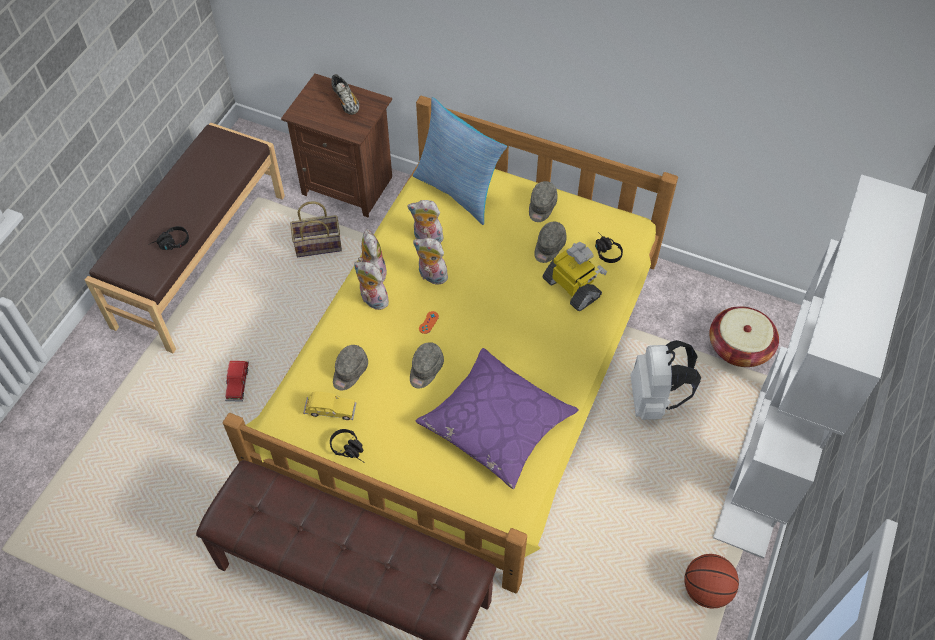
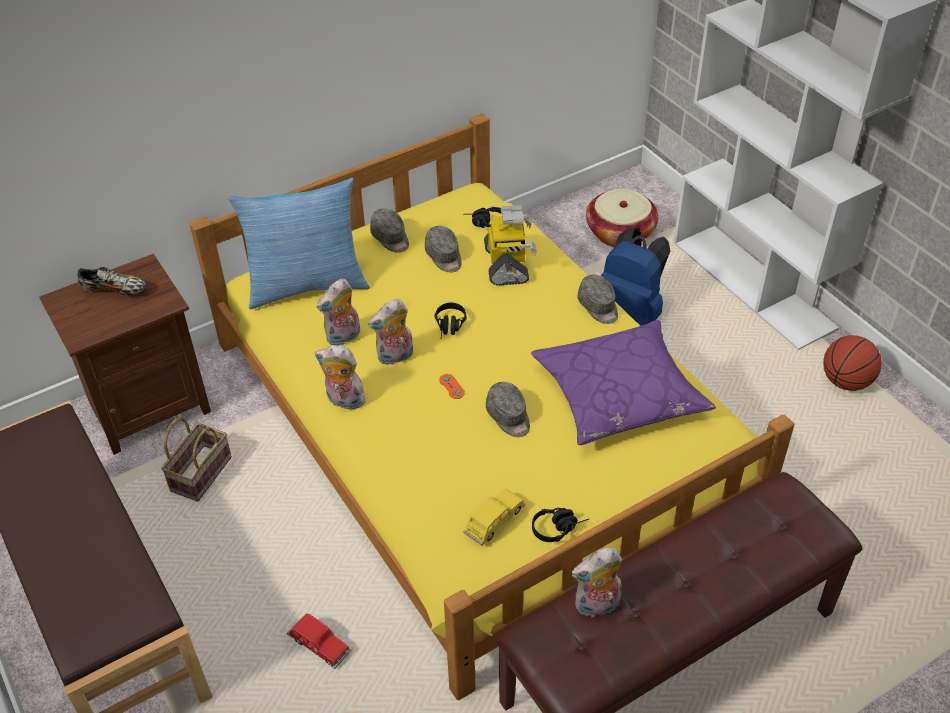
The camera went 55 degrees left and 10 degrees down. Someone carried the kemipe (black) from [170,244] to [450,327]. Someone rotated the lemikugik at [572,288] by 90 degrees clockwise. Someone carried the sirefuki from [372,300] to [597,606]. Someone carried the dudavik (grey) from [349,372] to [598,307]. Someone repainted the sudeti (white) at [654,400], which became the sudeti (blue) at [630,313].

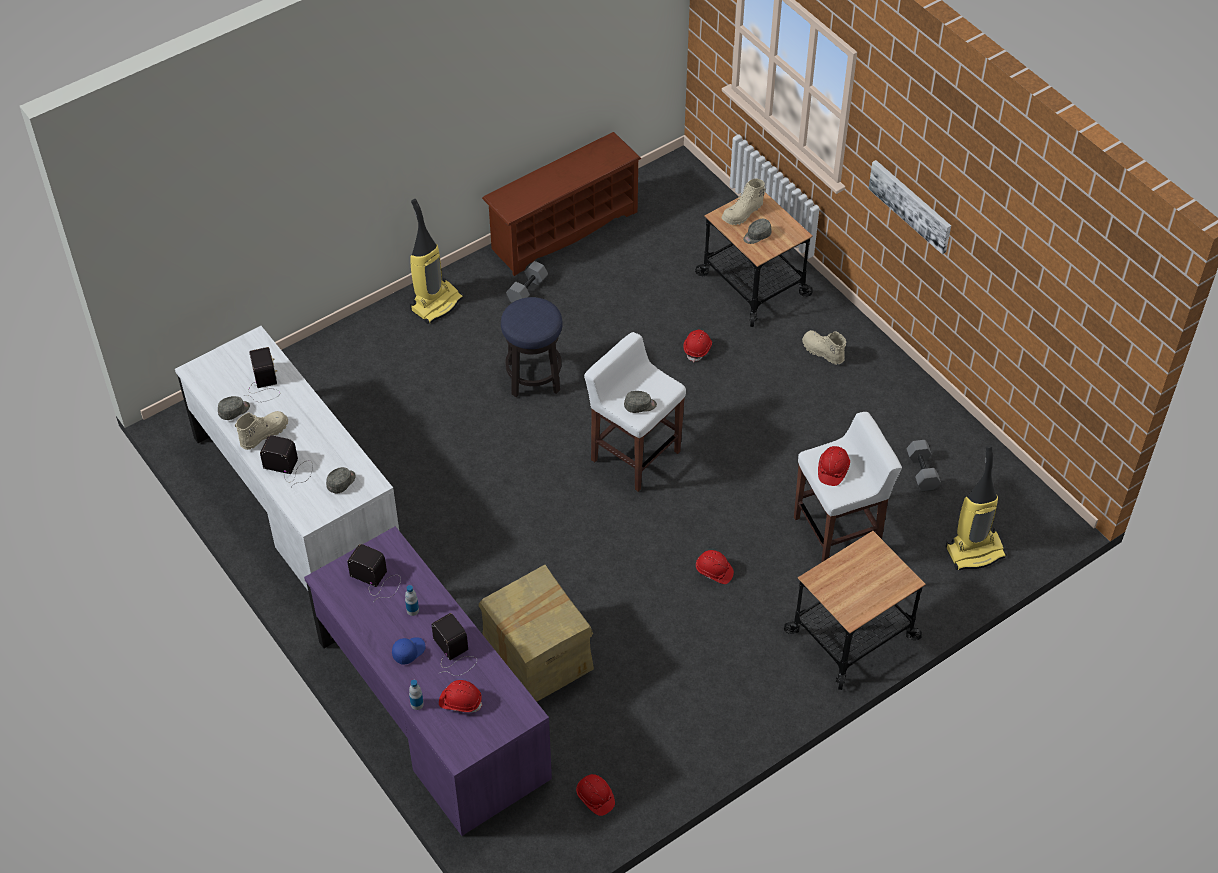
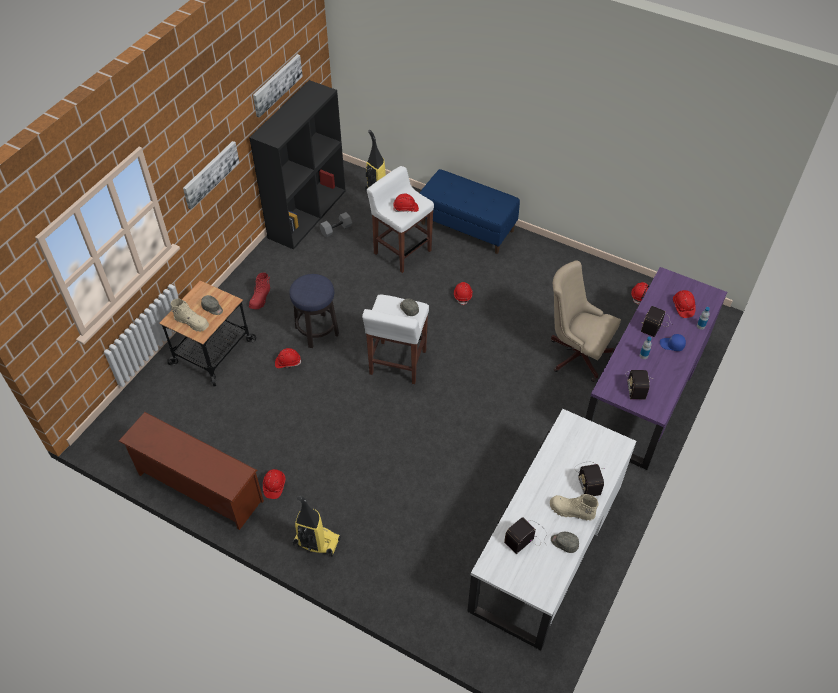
The camera went 115 degrees left and 0 degrees up. Someone put down the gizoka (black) at [307,213]. Someone repainted the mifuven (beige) at [822,352], which became the mifuven (red) at [260,298]. Someone put up the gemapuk at [277,84]. Someone swapped the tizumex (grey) at [527,289] for the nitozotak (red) at [274,486]. Someone carried the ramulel from [534,377] to [317,331]. Someone swapped the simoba at [852,636] for the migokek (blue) at [467,227]. Someone swapped the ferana at [538,658] for the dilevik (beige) at [576,353]. Someone took away the dudavik (grey) at [341,482].

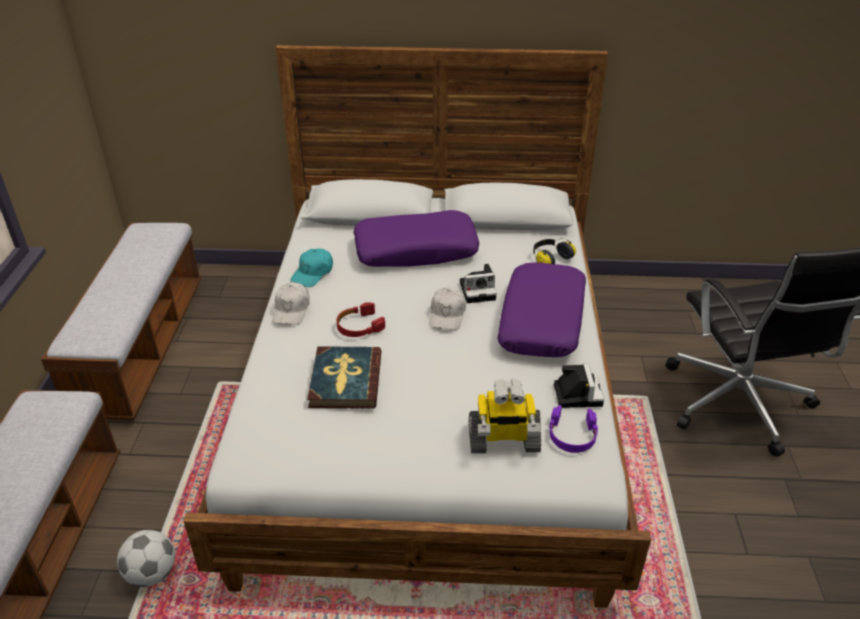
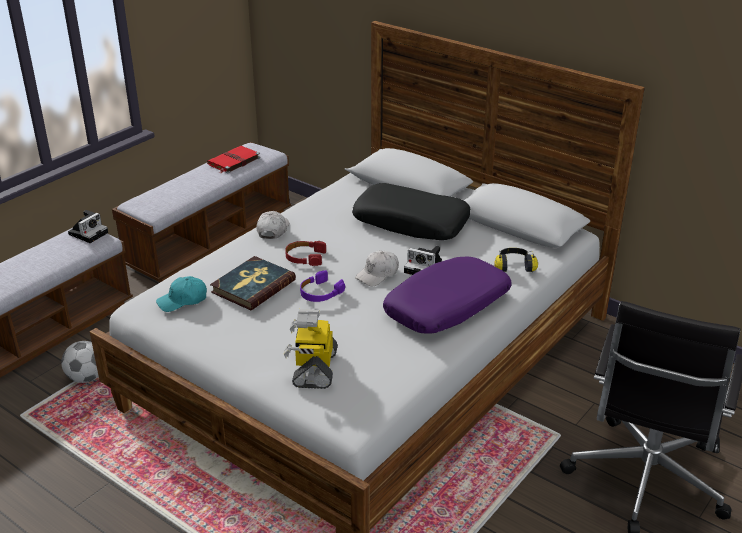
The camera went 35 degrees right and 5 degrees down. Someone carried the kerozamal from [576,393] to [89,233]. Someone carried the dudavik (turquoise) from [313,273] to [183,300]. Someone put down the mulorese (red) at [233,161]. Someone rotated the dudavik (white) at [291,310] by 150 degrees clockwise. Someone rotated the lemikugik at [503,440] by 60 degrees clockwise. Someone carried the kemipe (purple) from [572,435] to [320,293]. Someone repainted the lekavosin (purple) at [416,250], which became the lekavosin (black) at [411,222].

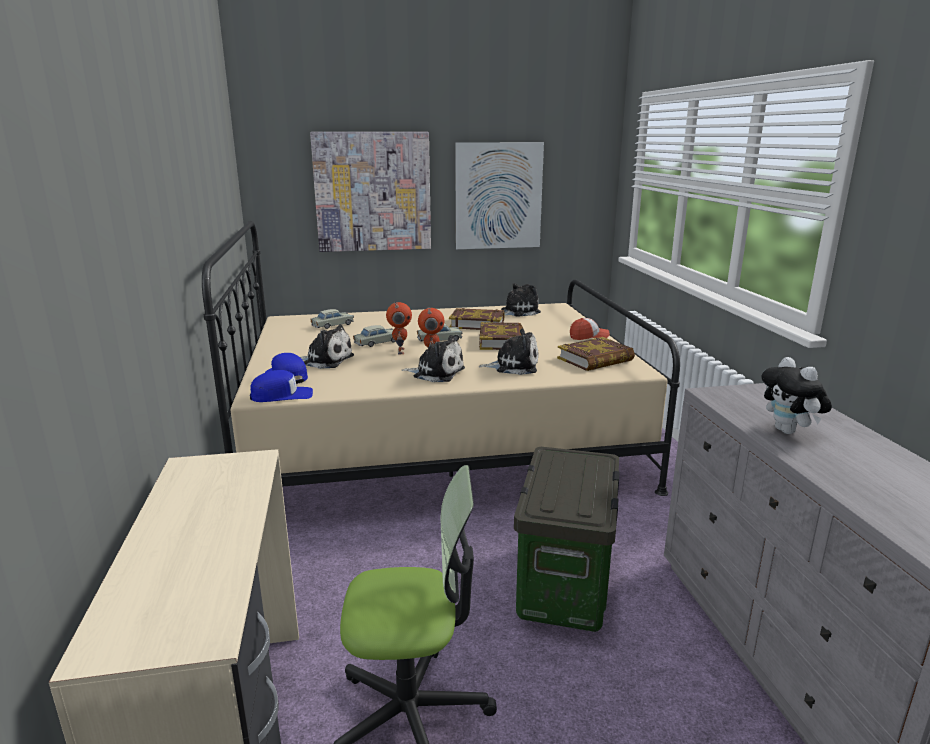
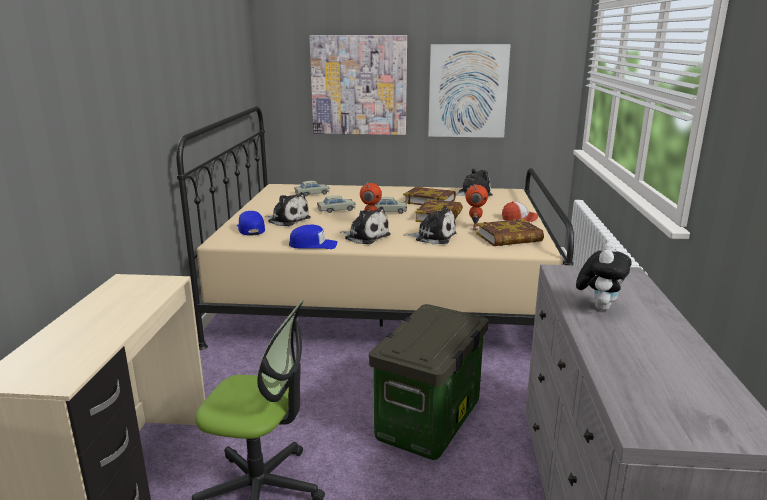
The camera went 15 degrees right and 0 degrees up. Someone carried the dudavik (blue) from [282,395] to [313,245]. Someone carried the lemikugik from [400,351] to [474,227]. Someone rotated the sirefuki at [789,431] by 150 degrees counterclockwise.

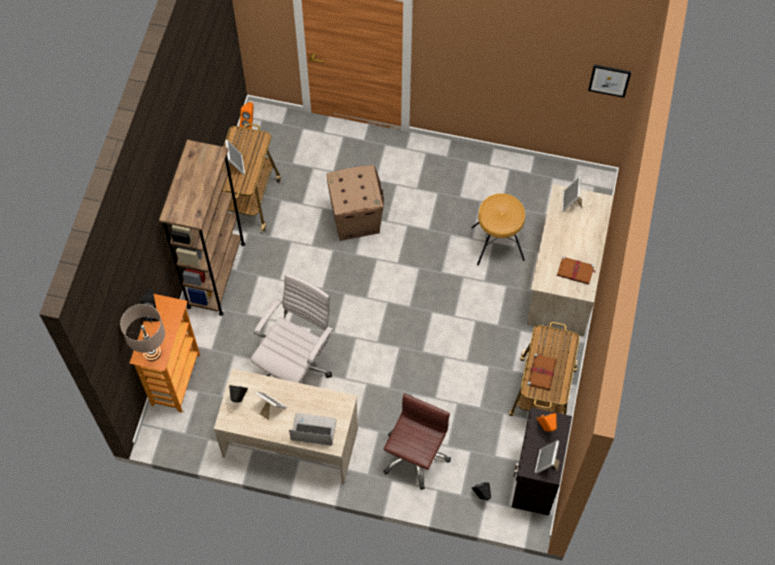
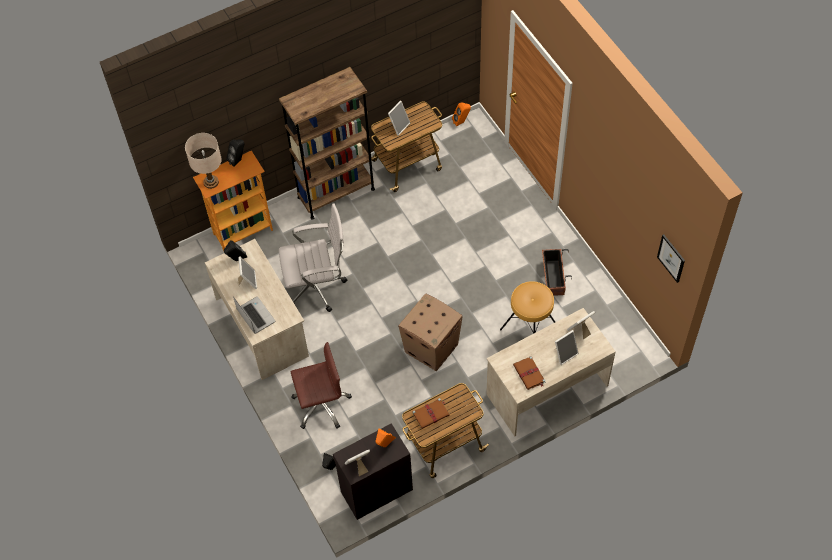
The camera went 50 degrees right and 5 degrees down. Someone carried the ferana from [356,219] to [432,347]. Someone put down the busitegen at [553,278]. Someone put down the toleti at [564,353].

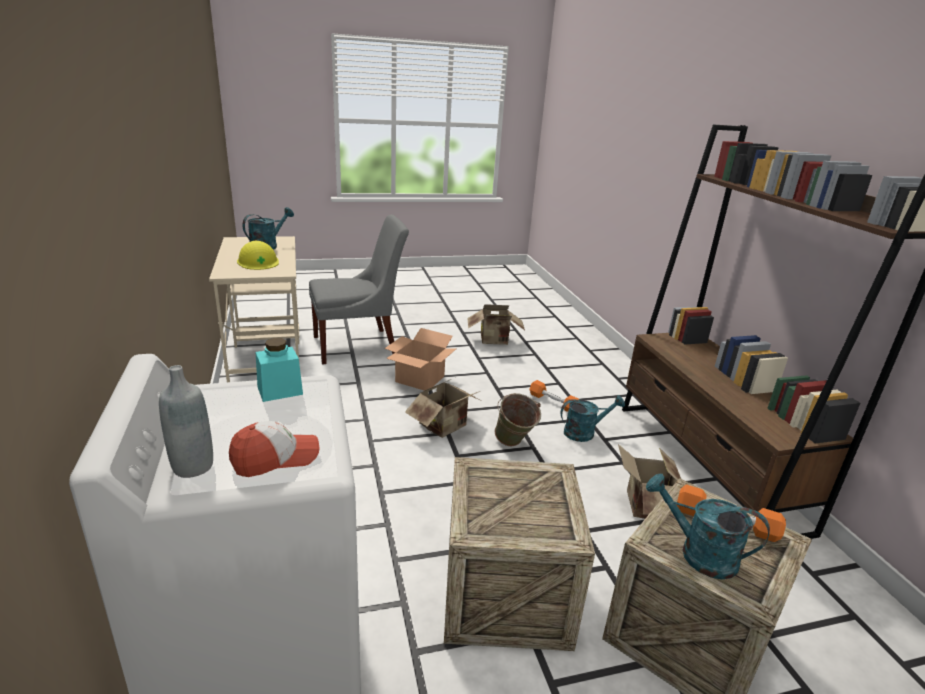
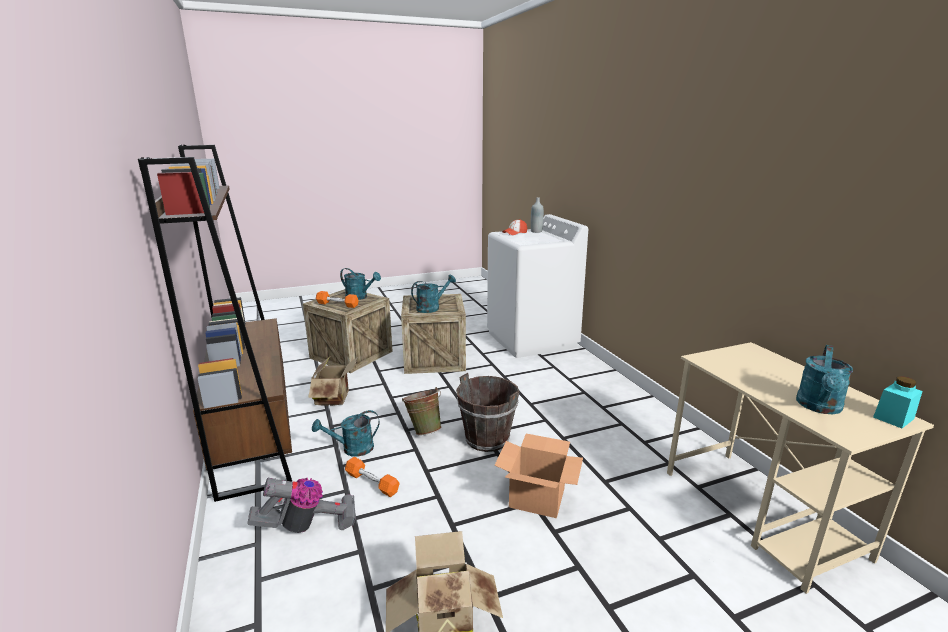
The camera went 175 degrees right and 5 degrees down. Someone put down the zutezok at [307,526]. Someone put down the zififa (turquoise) at [431,308]. Someone swapped the ferana at [446,426] for the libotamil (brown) at [486,439]. Someone carried the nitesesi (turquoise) from [280,390] to [893,418]. Someone took away the nitozotak (yellow) at [258,261]. Someone took away the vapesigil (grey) at [359,346].

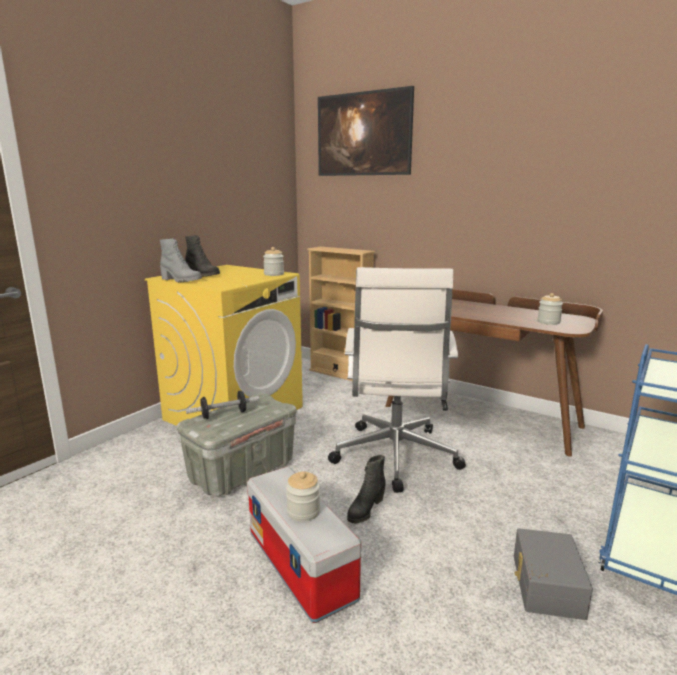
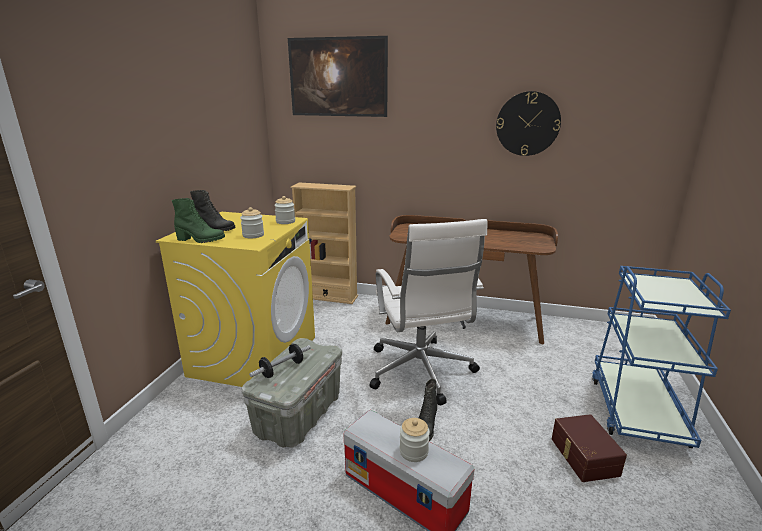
The camera went 20 degrees left and 5 degrees up. Someone repainted the mifuven (grey) at [181,280], which became the mifuven (green) at [200,240]. Someone carried the nitesesi from [548,322] to [253,235]. Someone put up the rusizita at [527,124]. Someone repainted the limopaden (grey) at [545,585], which became the limopaden (brown) at [583,457].

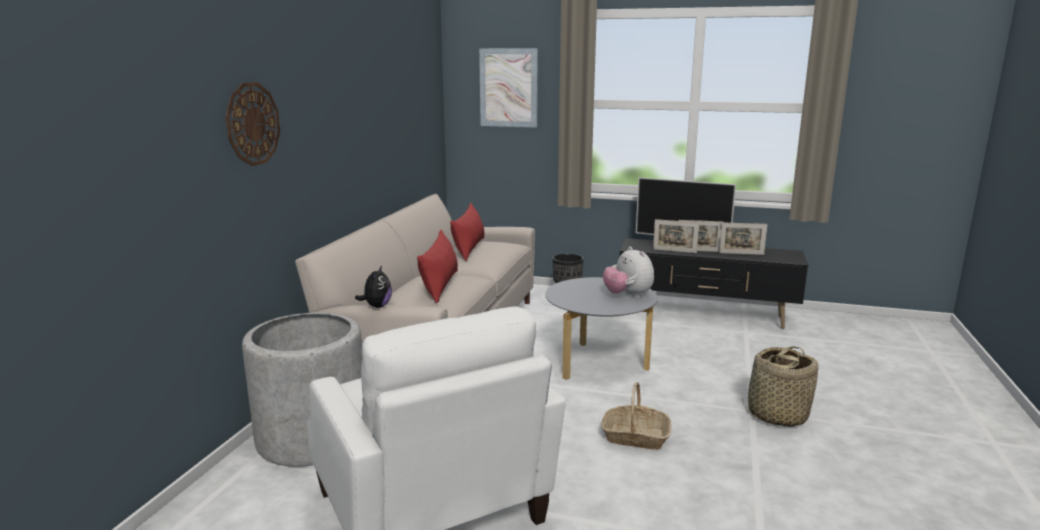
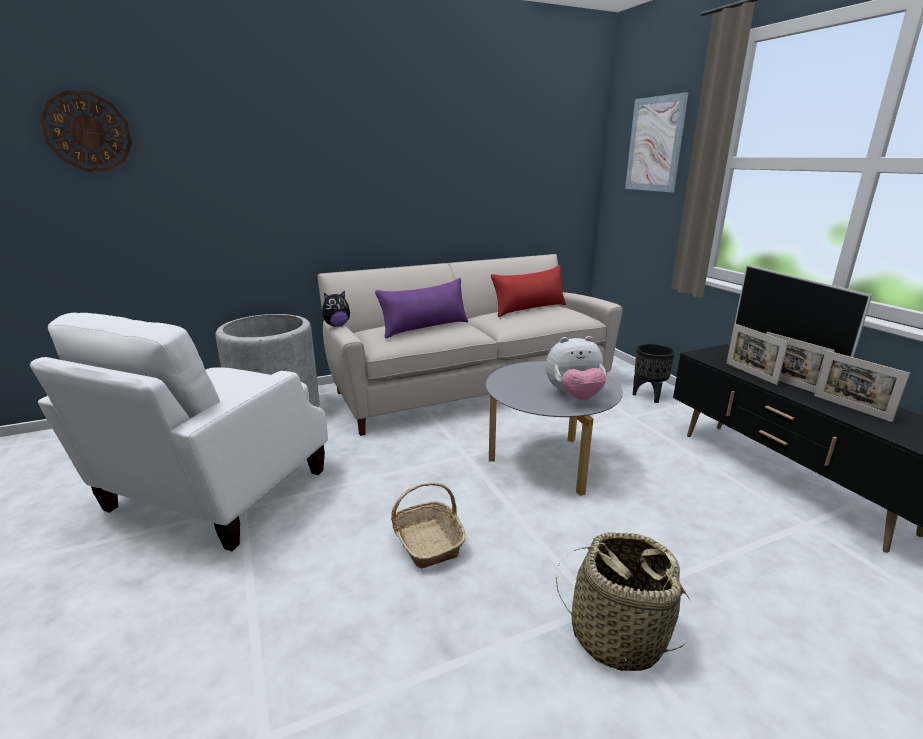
The camera went 50 degrees right and 5 degrees up. Someone carried the rusizita from [252,124] to [88,132]. Someone repainted the lekavosin (red) at [440,286], which became the lekavosin (purple) at [425,328]. Someone rotated the sirefuki at [628,295] by 120 degrees counterclockwise.

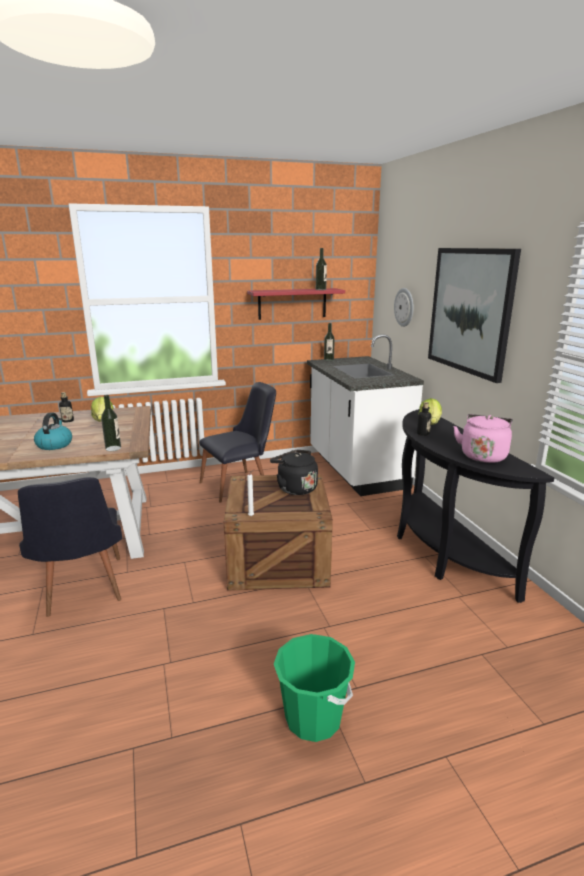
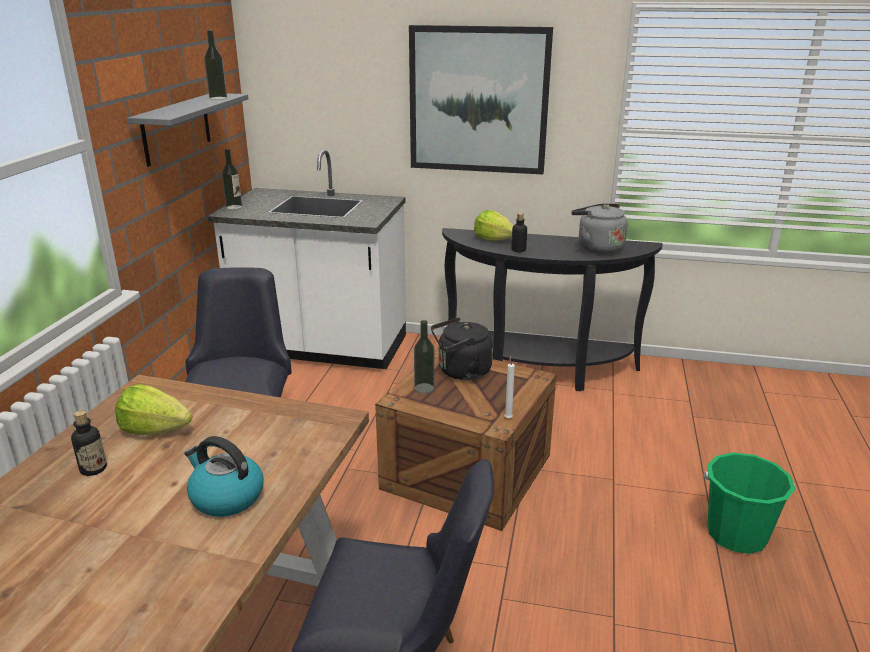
The camera went 60 degrees left and 5 degrees up. Someone repainted the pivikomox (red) at [292,303], which became the pivikomox (grey) at [176,128]. Someone carried the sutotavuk from [113,448] to [424,388]. Someone repainted the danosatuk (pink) at [483,455], which became the danosatuk (grey) at [597,247]. Someone took away the rusizita at [404,307].

